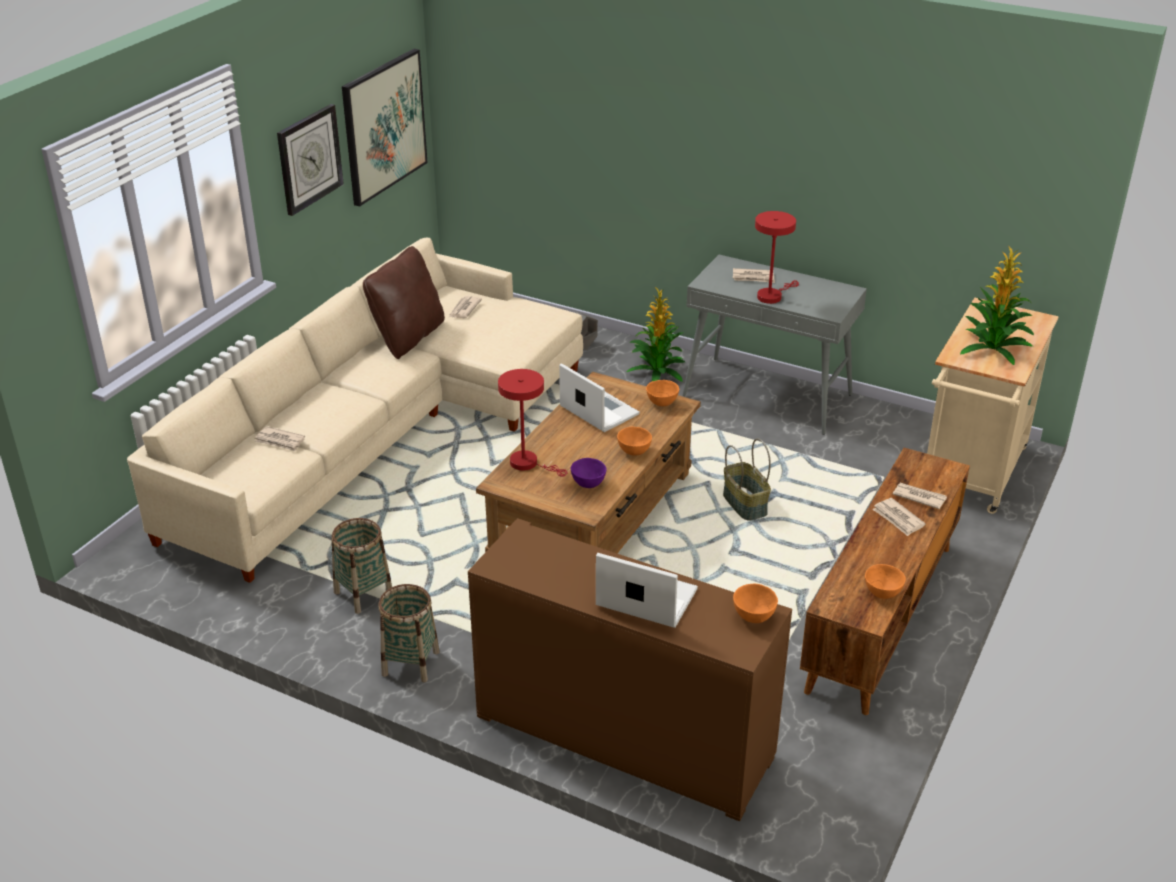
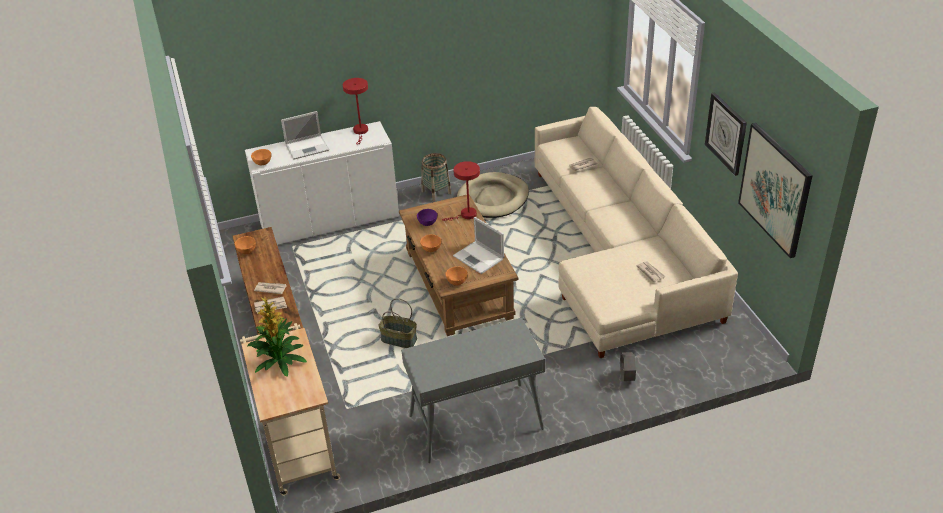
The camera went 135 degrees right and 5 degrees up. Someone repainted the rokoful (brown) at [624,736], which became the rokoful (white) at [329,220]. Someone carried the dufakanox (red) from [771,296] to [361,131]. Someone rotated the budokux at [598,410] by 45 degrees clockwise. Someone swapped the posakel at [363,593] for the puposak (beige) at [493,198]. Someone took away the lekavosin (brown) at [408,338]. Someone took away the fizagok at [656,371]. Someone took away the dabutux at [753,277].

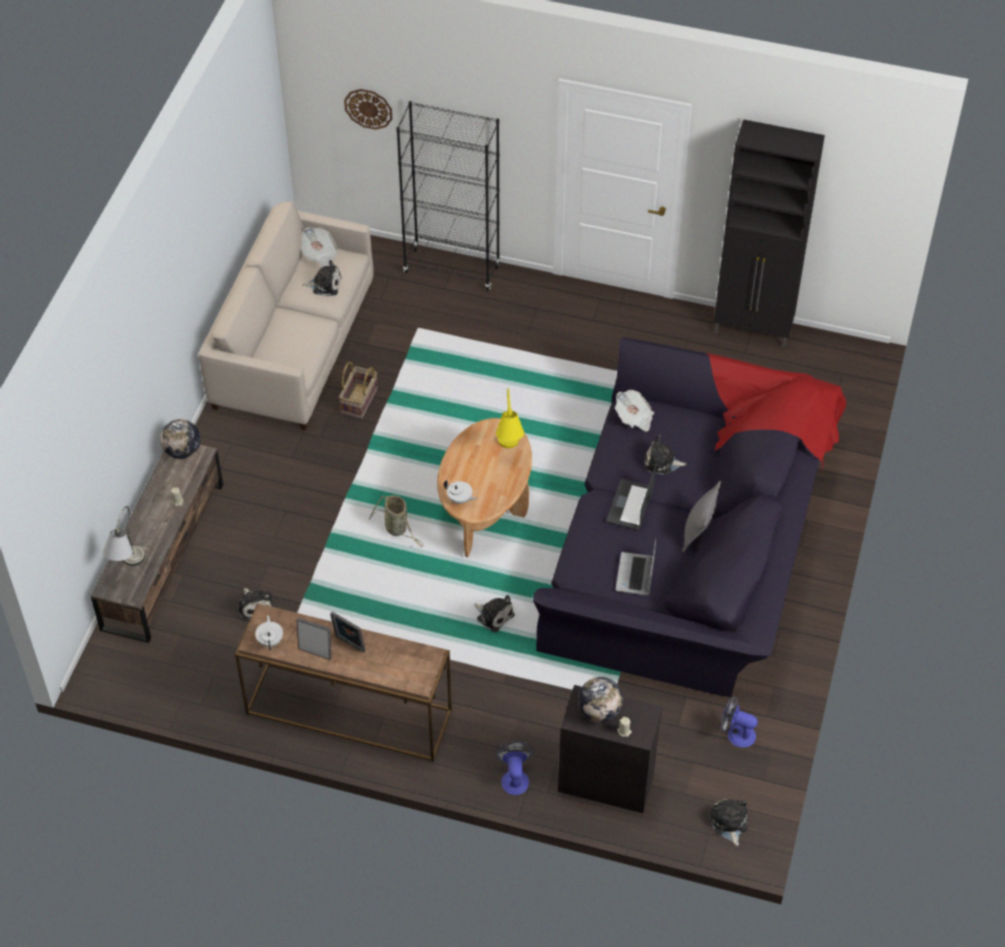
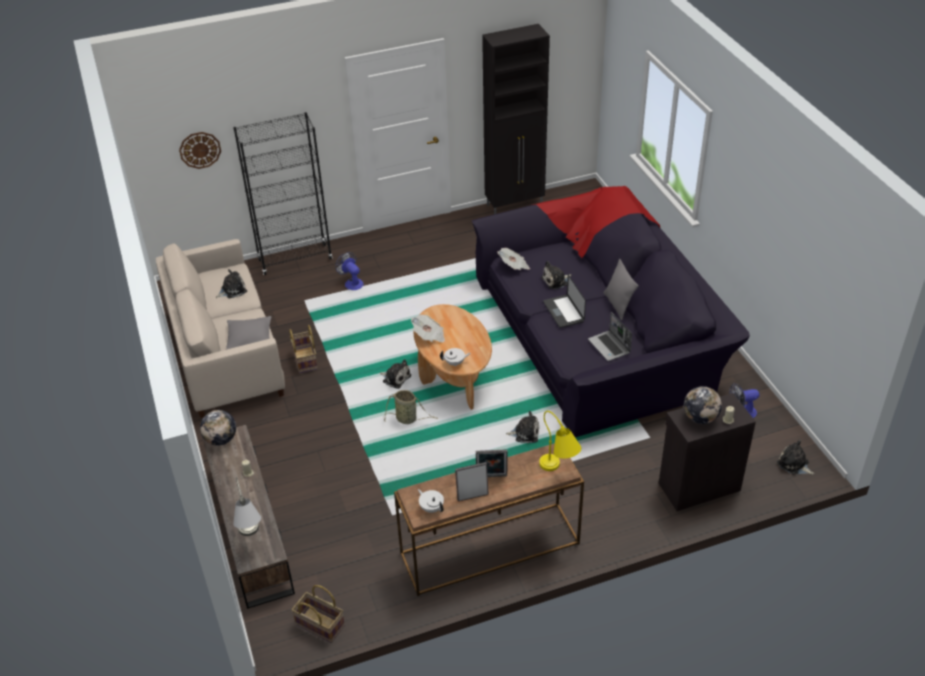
The camera went 35 degrees left and 10 degrees down. Someone put down the lekavosin (grey) at [250,338]. Someone put down the posakel at [319,625]. Someone carried the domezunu from [514,777] to [352,282]. Someone carried the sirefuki from [254,605] to [395,378]. Someone carried the dabutux from [319,255] to [429,336]. Someone carried the dufakanox (yellow) from [508,451] to [559,471].

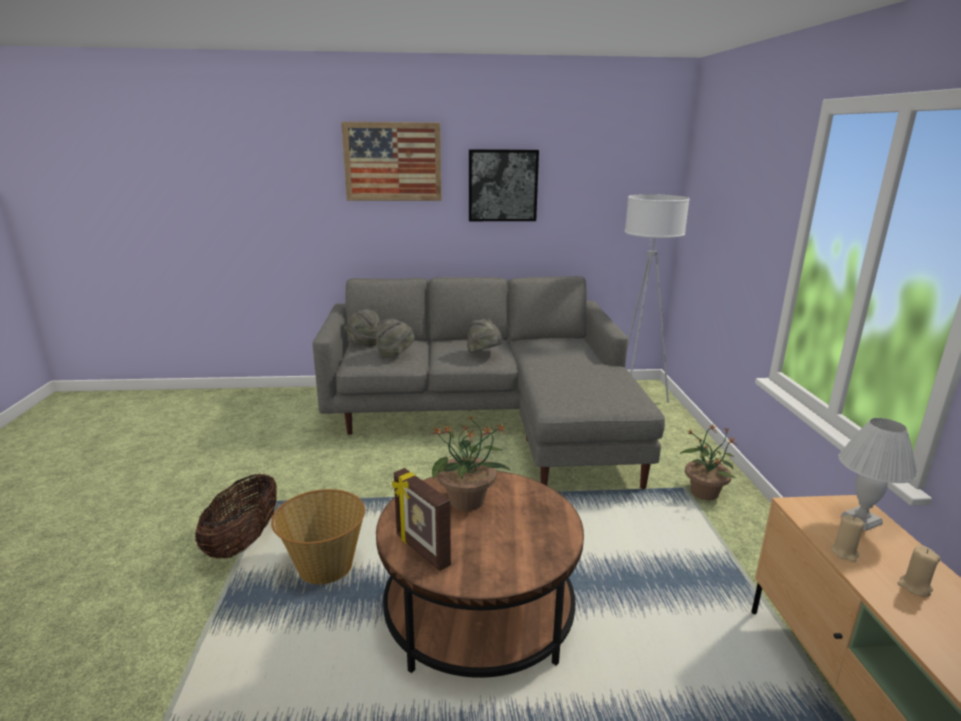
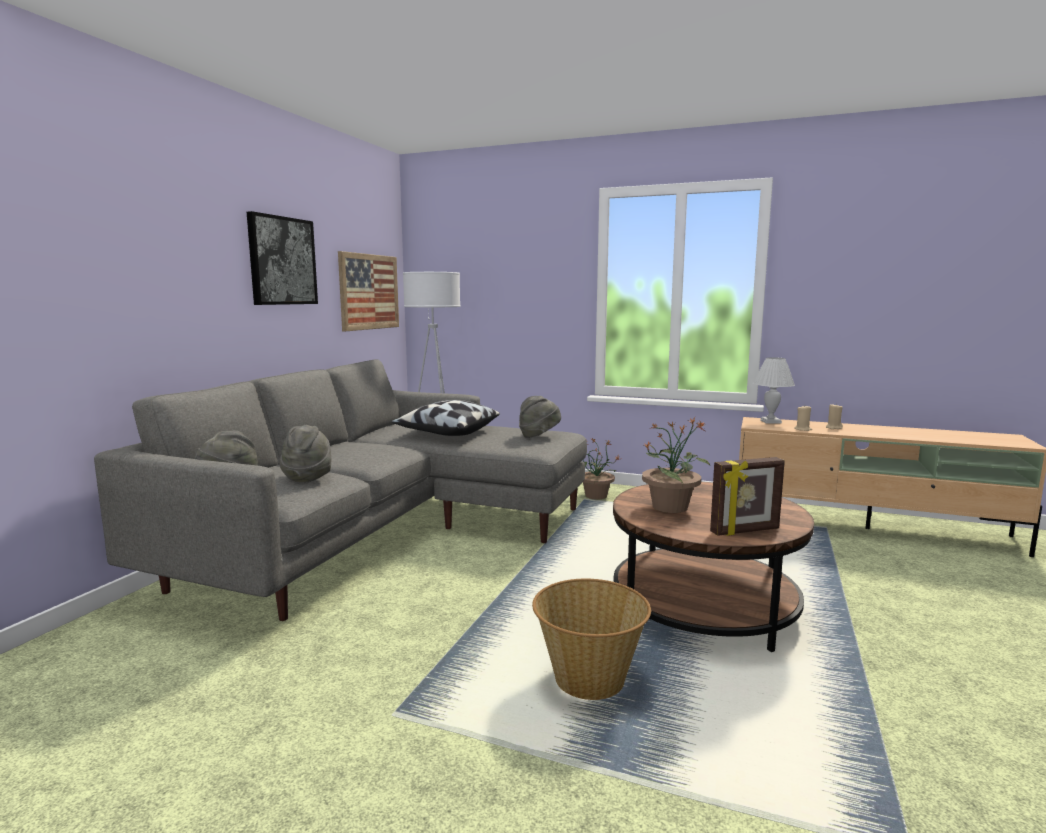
The camera went 65 degrees left and 10 degrees down. Someone carried the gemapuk from [392,162] to [369,292]. Someone put down the lekavosin at [447,433]. Someone carried the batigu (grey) from [484,354] to [539,436]. Someone took away the posakel at [244,541].

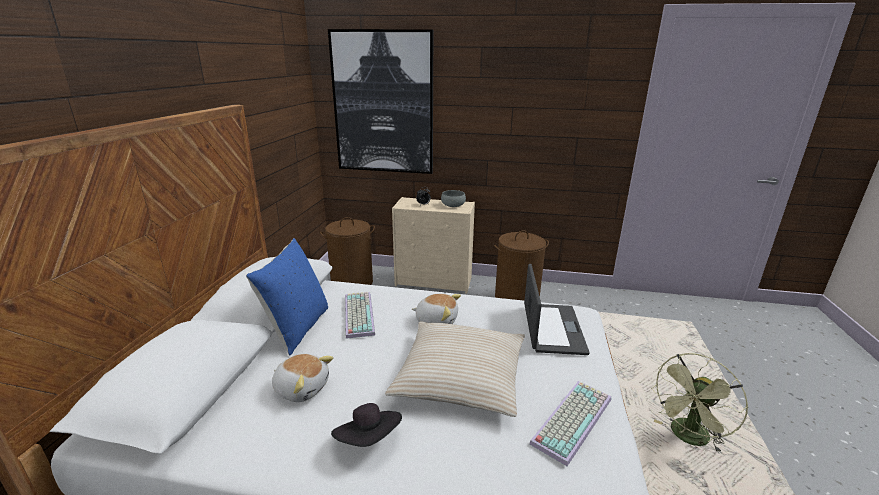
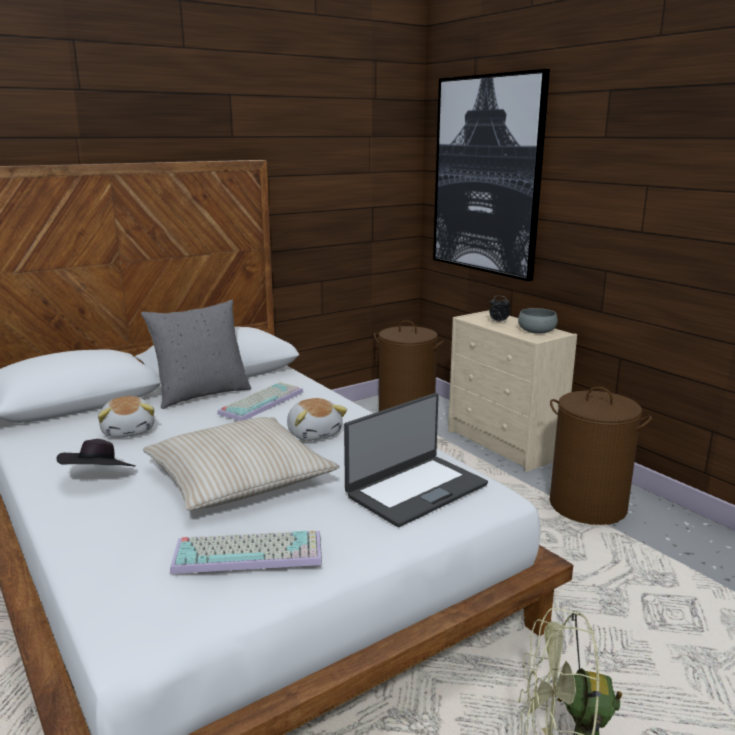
The camera went 45 degrees right and 5 degrees down. Someone repainted the lekavosin (blue) at [297,328], which became the lekavosin (grey) at [201,394].

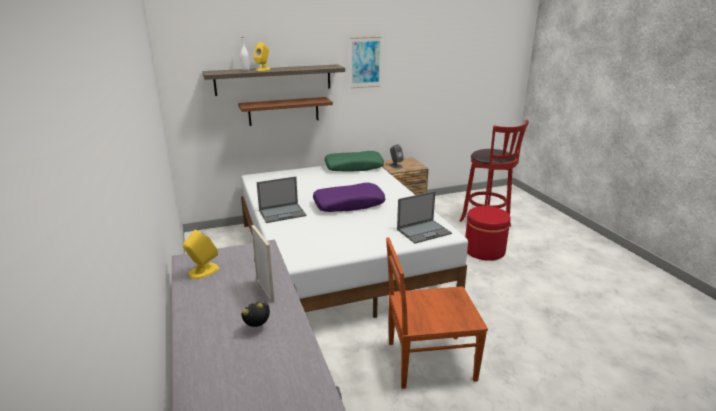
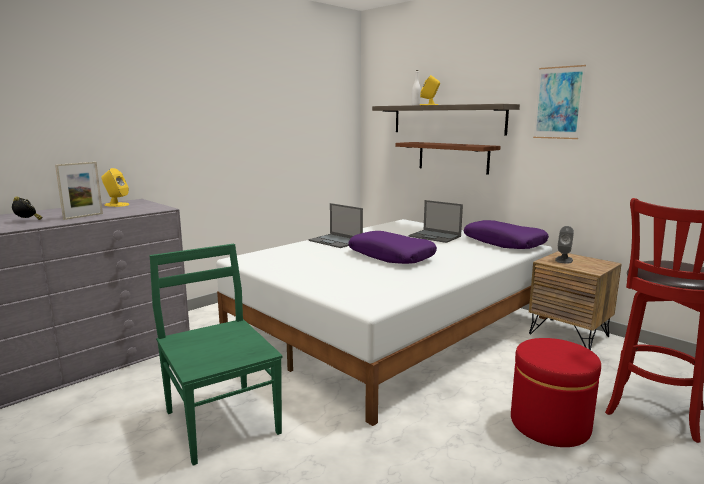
The camera went 65 degrees right and 10 degrees down. Someone repainted the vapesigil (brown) at [428,361], which became the vapesigil (green) at [221,420]. Someone carried the budokux from [424,231] to [435,236]. Someone repainted the lekavosin (green) at [354,167], which became the lekavosin (purple) at [504,243].

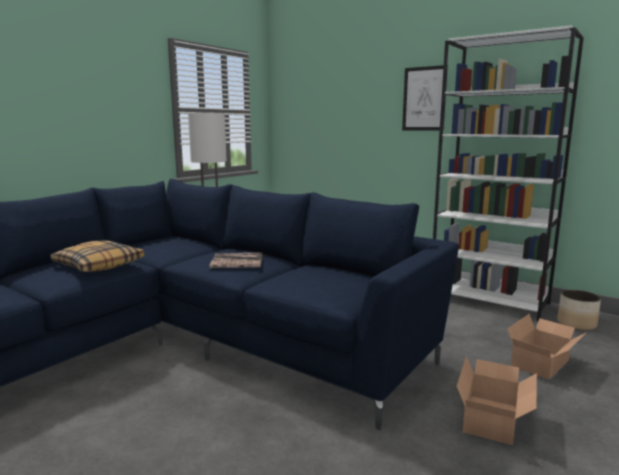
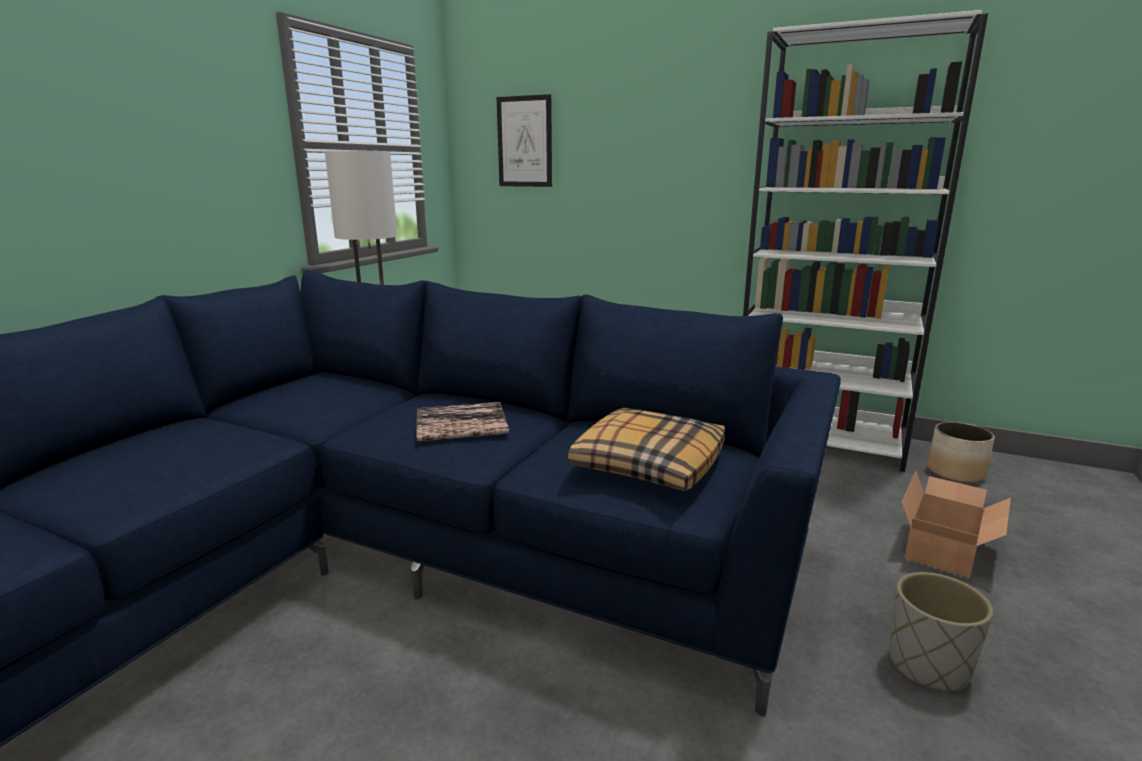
The camera went 10 degrees left and 5 degrees up. Someone carried the gemapuk from [424,99] to [524,142]. Someone carried the lekavosin from [99,265] to [647,464]. Someone swapped the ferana at [493,419] for the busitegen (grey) at [928,666].

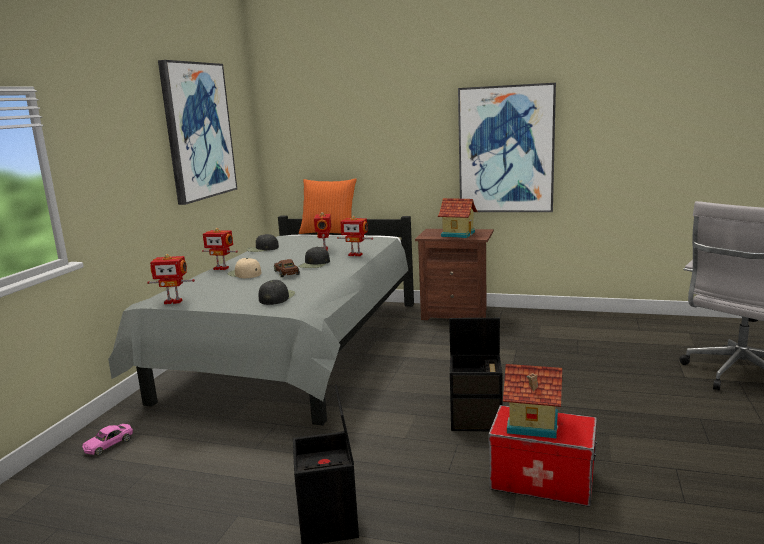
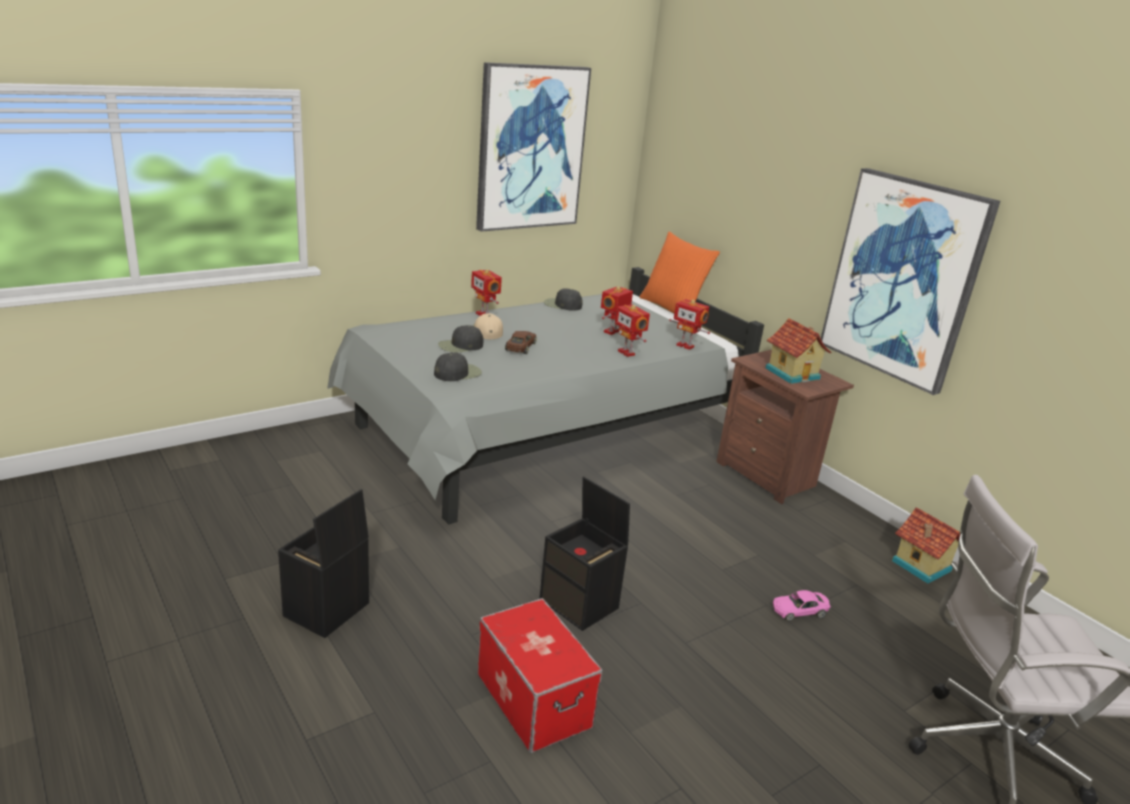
The camera went 35 degrees right and 10 degrees up. Someone carried the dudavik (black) from [314,264] to [460,346]. Someone carried the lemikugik from [173,301] to [685,346]. Someone carried the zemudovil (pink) from [108,444] to [799,611]. Someone carried the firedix from [533,424] to [921,566].

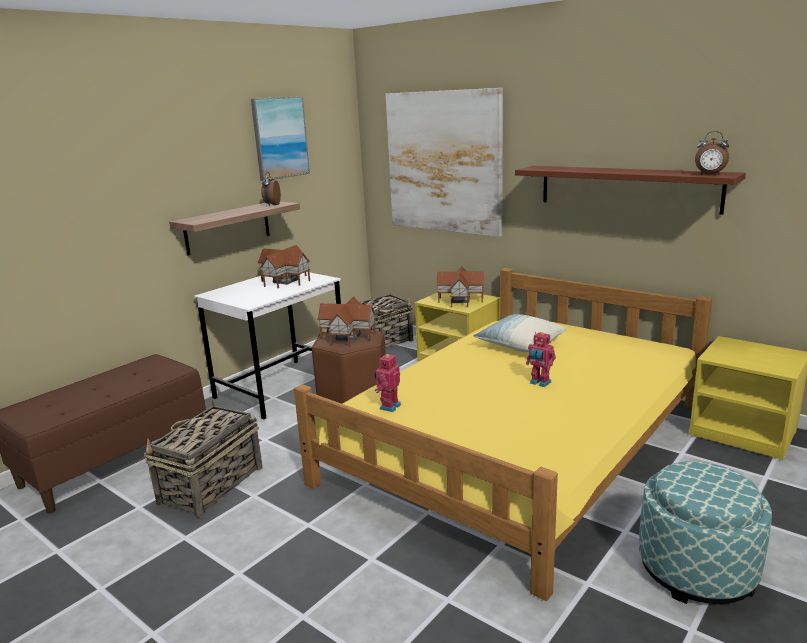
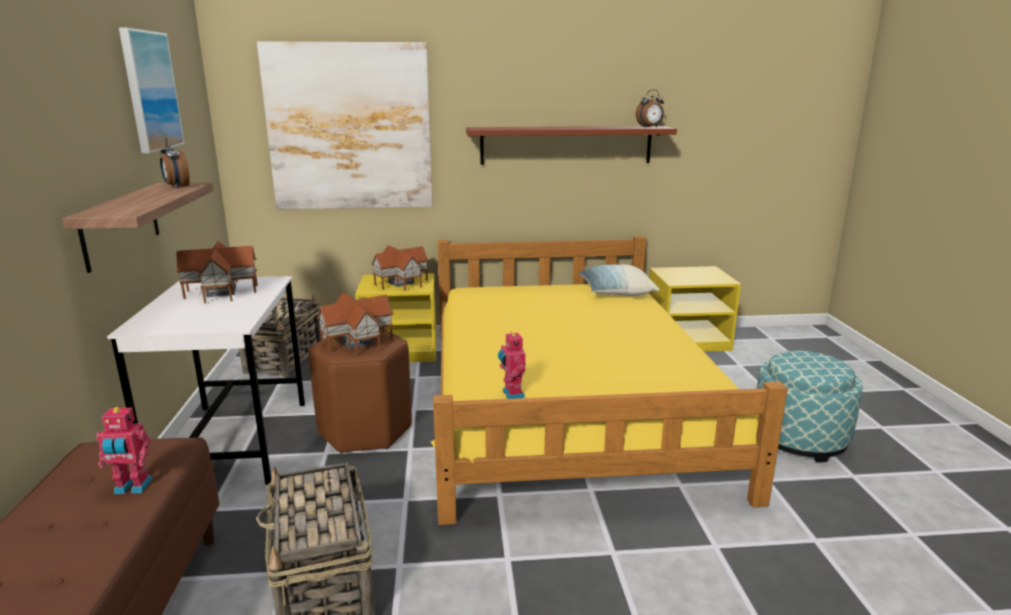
The camera went 45 degrees left and 0 degrees up. Someone carried the lemikugik from [539,383] to [132,488]. Someone carried the lekavosin from [520,345] to [616,293].

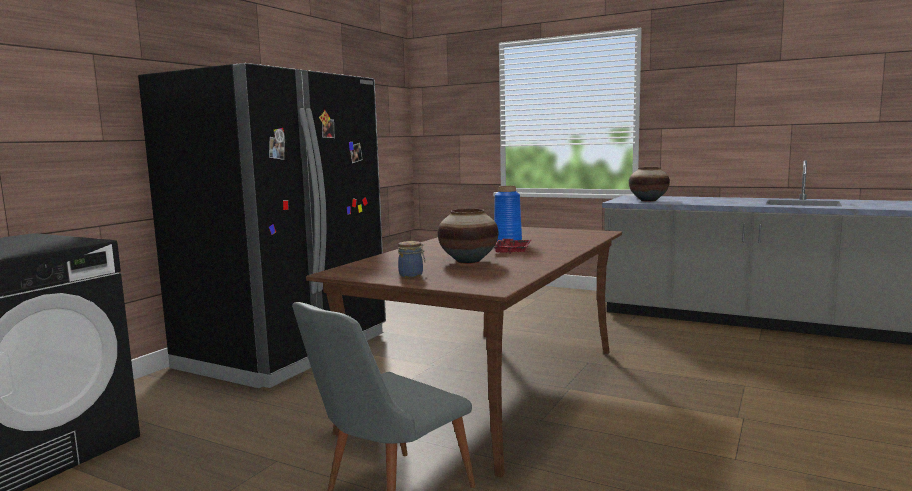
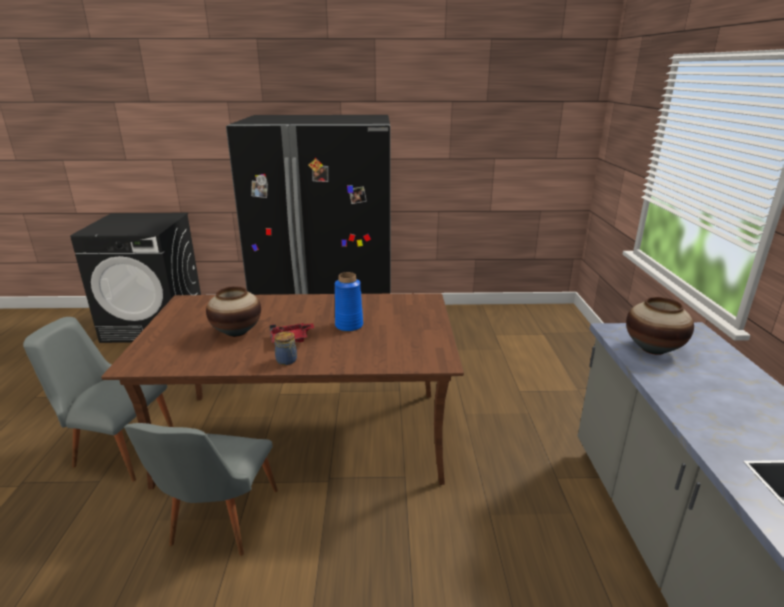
The camera went 60 degrees right and 15 degrees up. Someone put down the vapesigil (grey) at [218,524]. Someone carried the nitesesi from [412,275] to [287,361].

